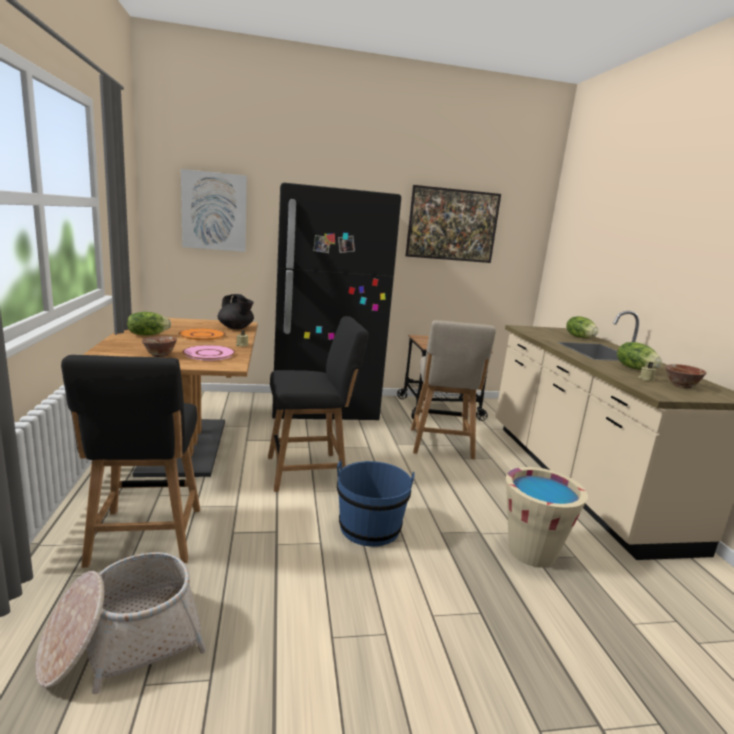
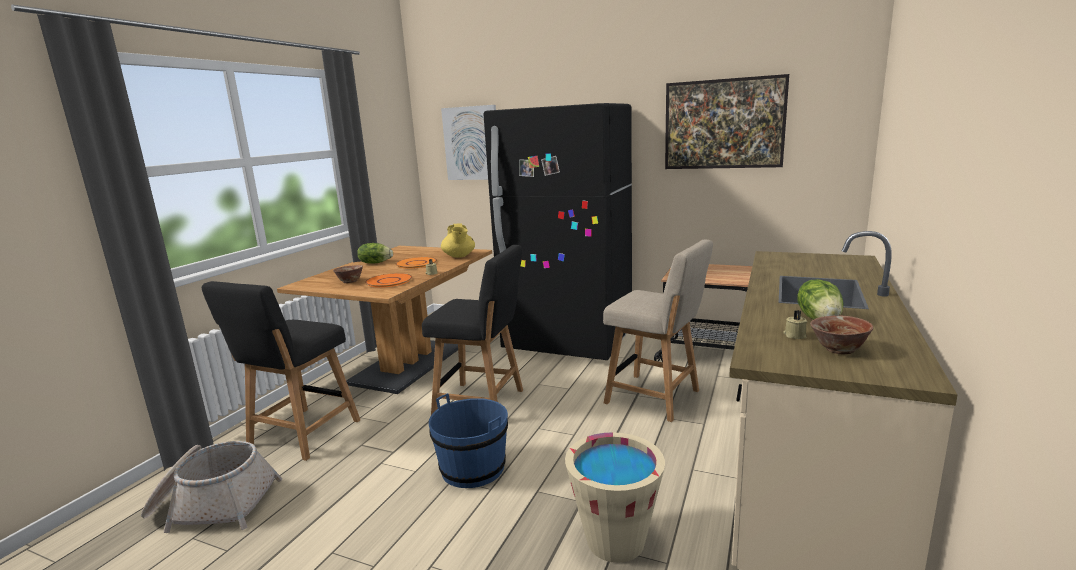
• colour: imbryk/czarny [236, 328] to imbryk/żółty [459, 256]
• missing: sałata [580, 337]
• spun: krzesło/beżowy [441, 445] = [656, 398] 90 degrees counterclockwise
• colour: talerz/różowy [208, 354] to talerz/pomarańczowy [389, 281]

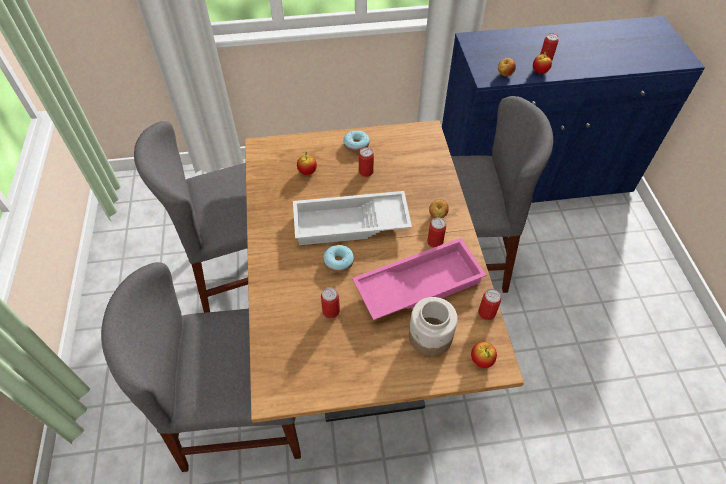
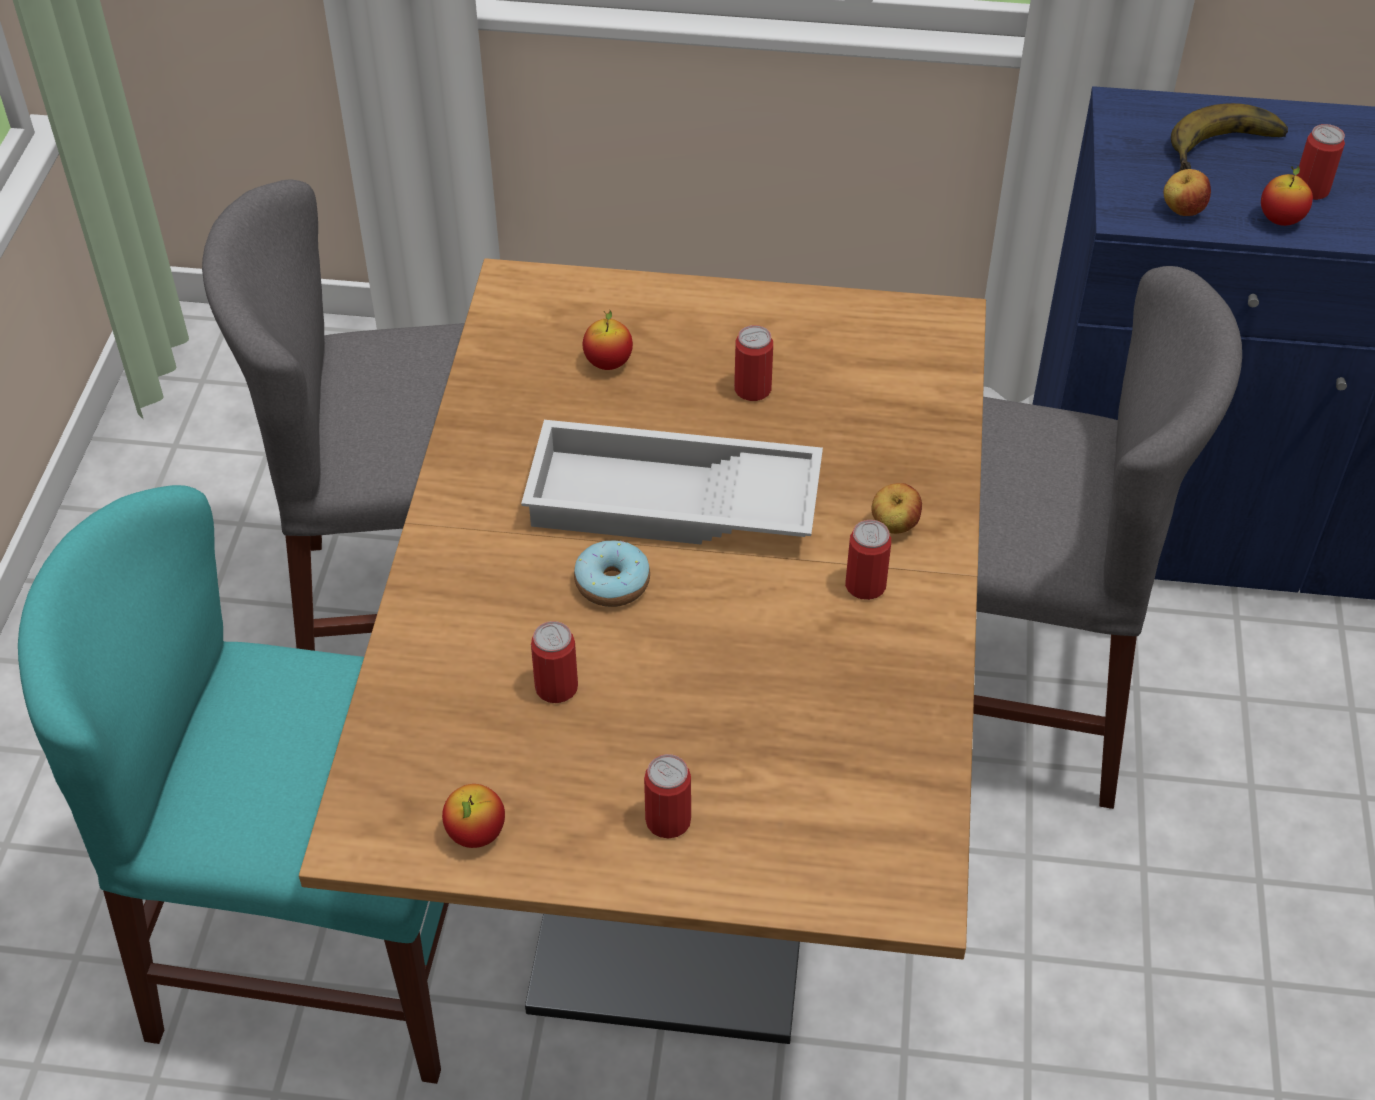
• missing: donut [356, 145]
• missing: taca/różowy [418, 283]
• colour: krzesło/szary [243, 415] to krzesło/turkusowy [327, 950]
• relocated: puszka [486, 312] to [668, 820]
• missing: słoik [430, 337]
• relocated: jabłko [481, 360] to [476, 834]
• appeared: banan [1229, 153]

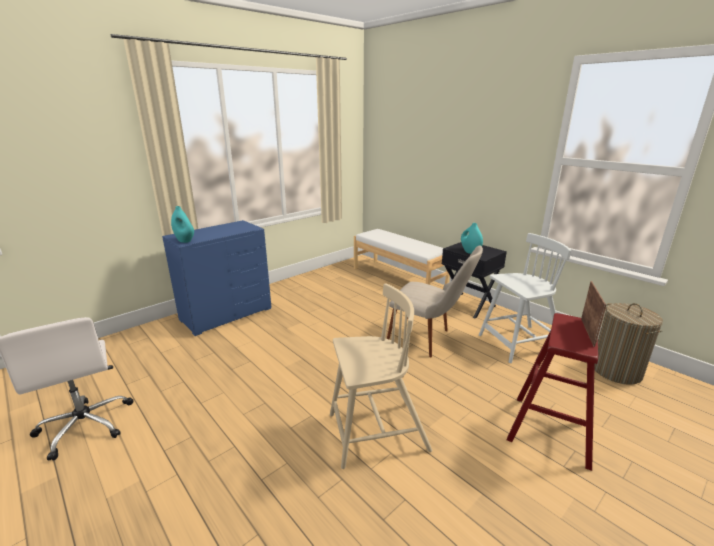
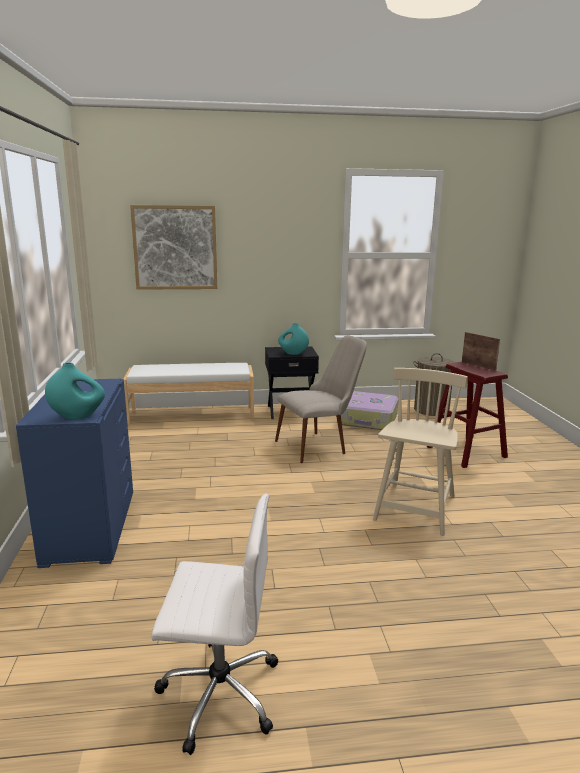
• exchanged: krzesło/biały [518, 343] to walizka [368, 419]
• appeared: obraz [175, 248]

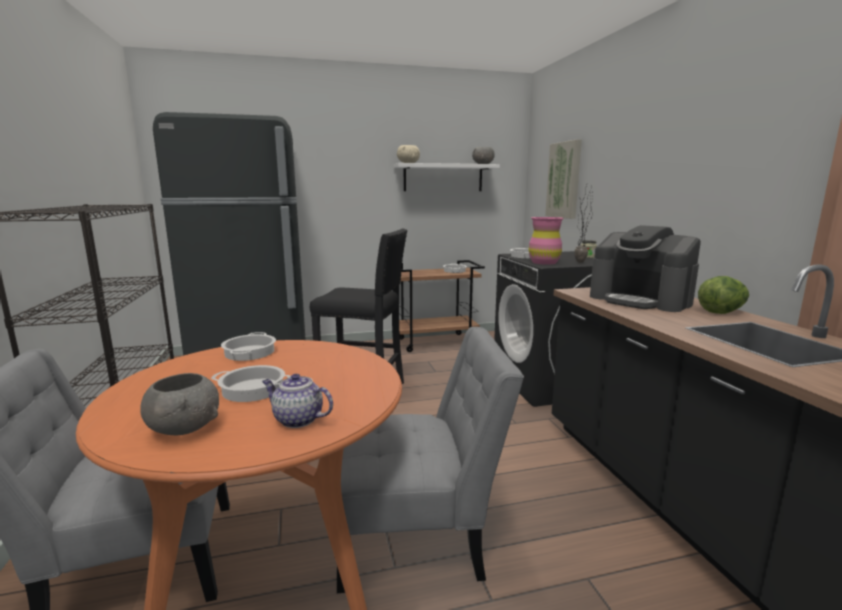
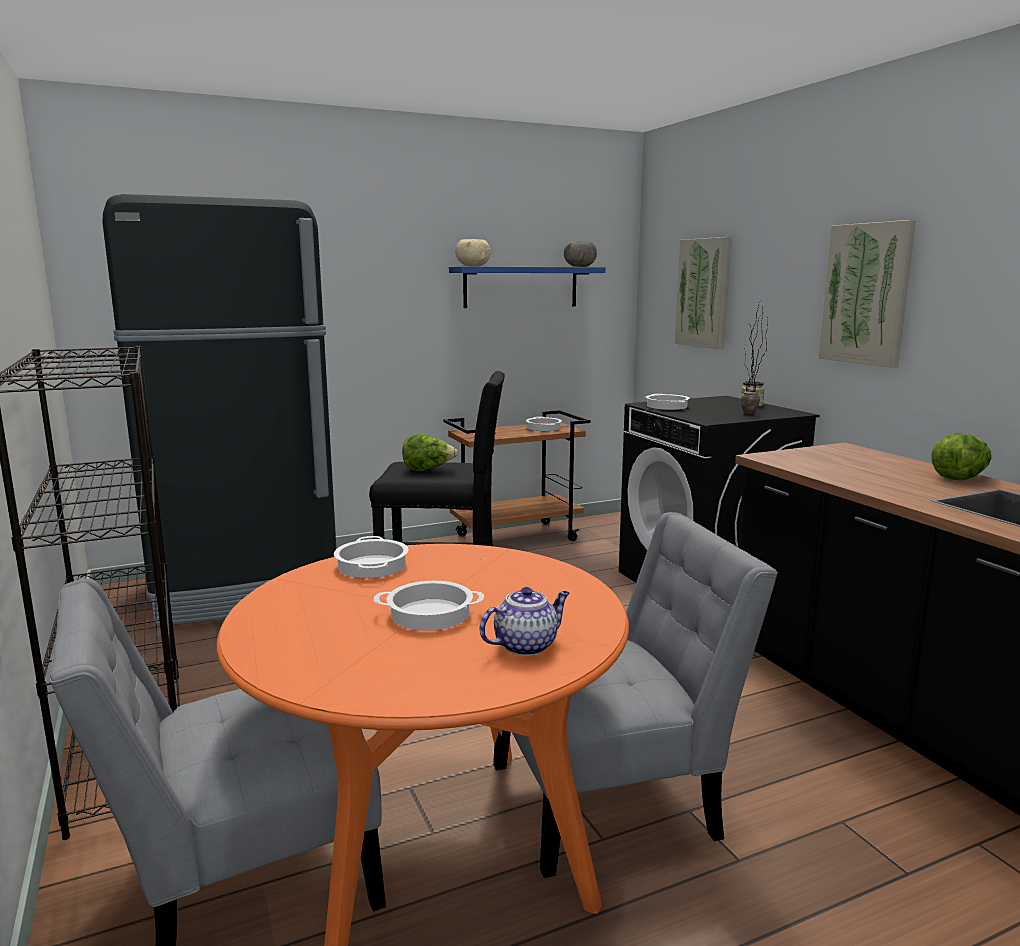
• colour: półka/biały [443, 178] to półka/niebieski [521, 287]
• missing: wazon/różowy [544, 262]
• missing: ekspres do kawy [640, 300]
• missing: miska/szary [184, 428]
• spun: imbryk [297, 419] = [526, 645] 135 degrees clockwise
• appeared: obraz [866, 294]
• appeared: sałata [428, 470]

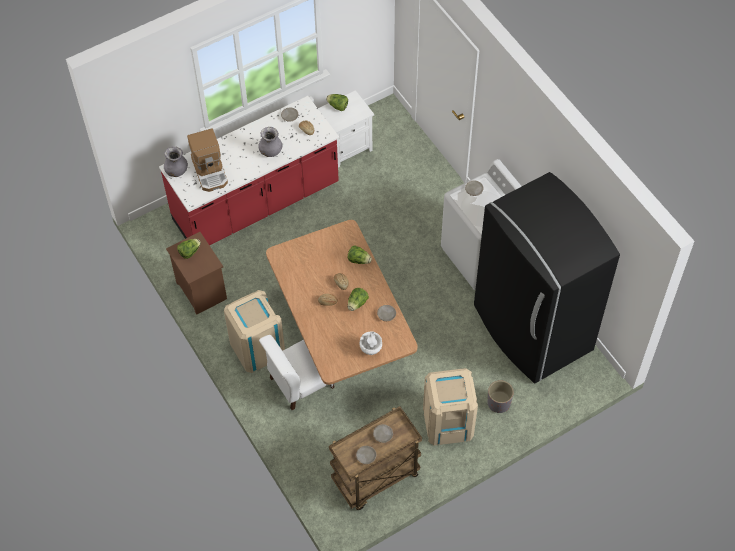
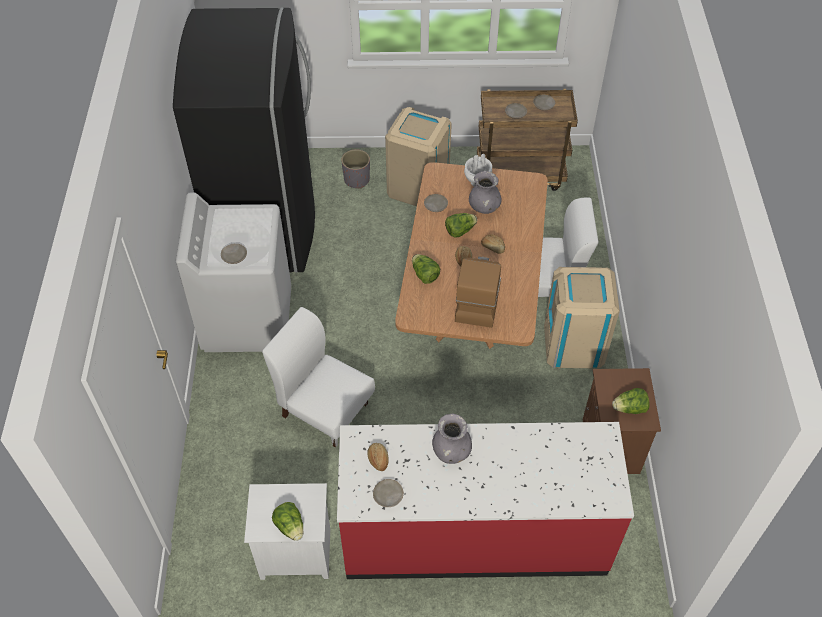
• relocated: ekspres do kawy [210, 171] to [477, 300]
• relocated: wazon/szary [176, 171] to [484, 207]
• appeared: krzesło/biały [324, 409]

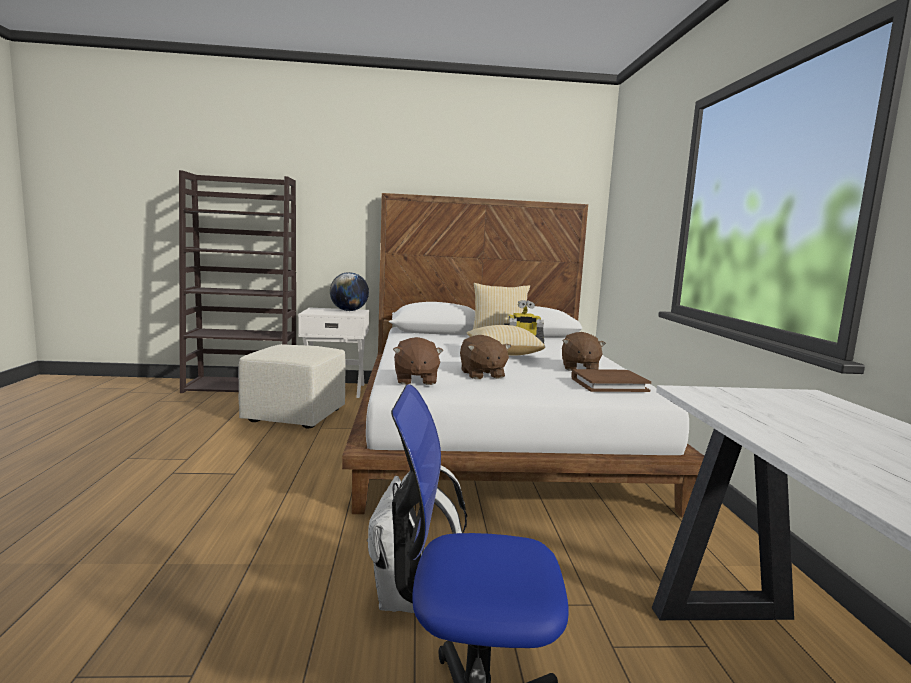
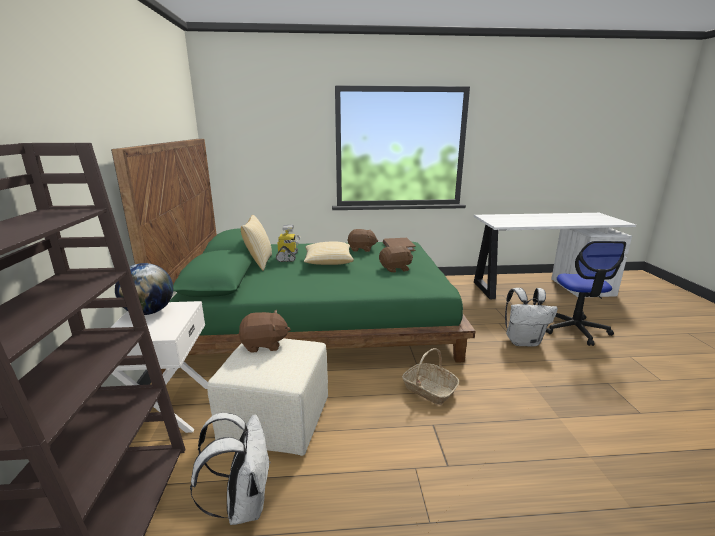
• colour: łóżko/biały [494, 433] to łóżko/zielony [320, 319]
• relocated: pluszak/brązowy [415, 380] to [264, 344]
• appeared: koszyk [429, 389]
• appeared: plecak/biały [243, 503]

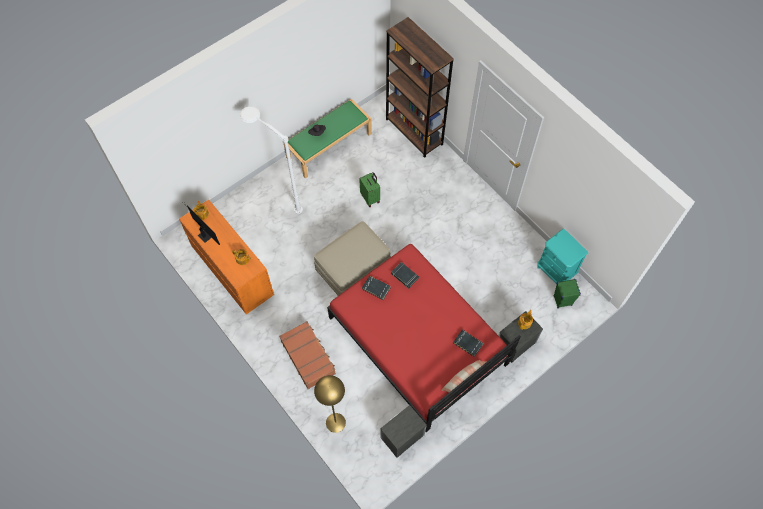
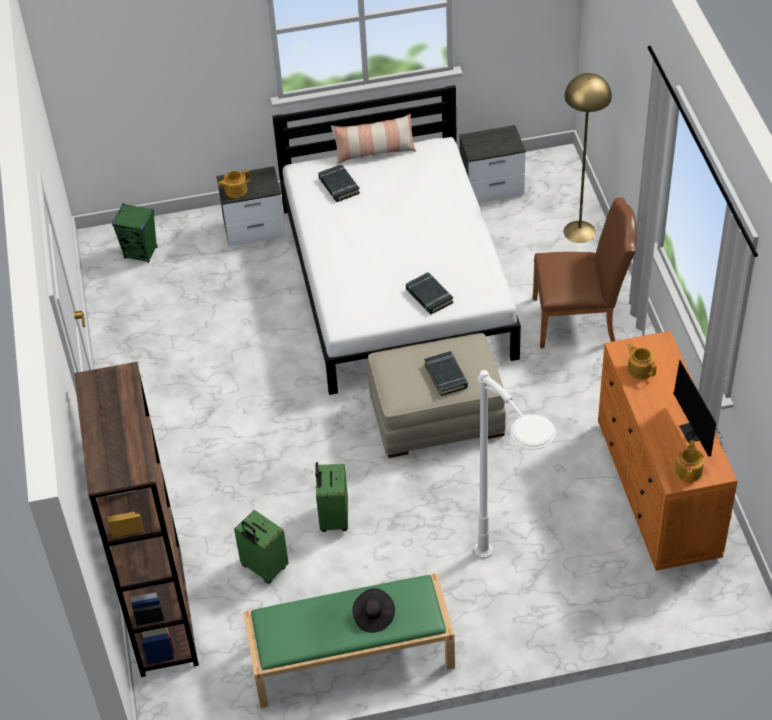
• missing: szafka nocna/turkusowy [556, 271]
• colour: łóżko/czerwony [417, 340] to łóżko/biały [396, 281]
• relocated: książka/czarny [404, 276] to [446, 376]
• exchanged: walizka/brązowy [308, 357] to krzesło/brązowy [580, 320]
• appeared: walizka/zielony [263, 568]

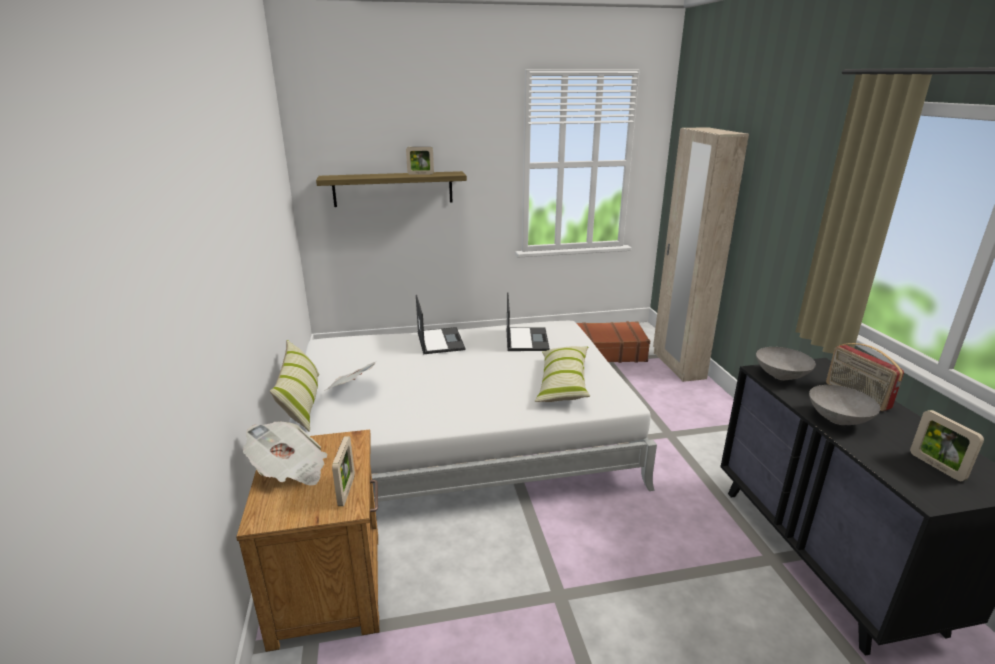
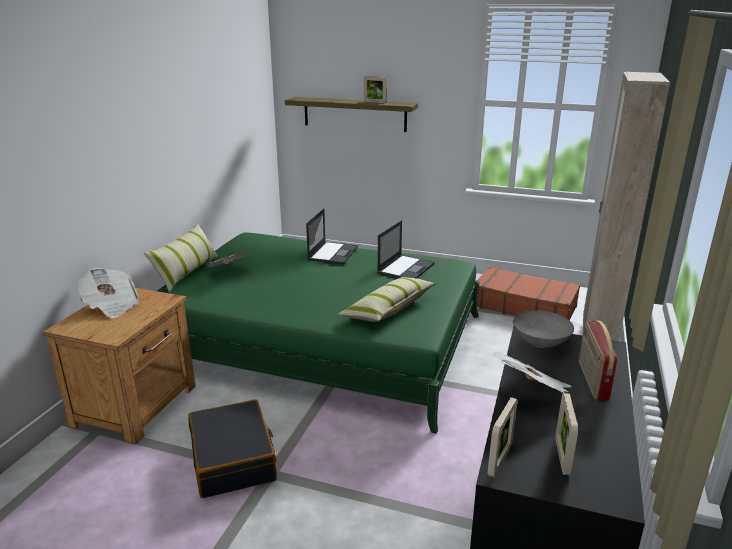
• colour: łóżko/biały [461, 437] to łóżko/zielony [322, 341]
• exchanged: miska/szary [838, 419] to gazeta [532, 391]
• relocated: ramka na zdjęcie [346, 491] to [500, 460]
• appeared: walizka/czarny [233, 459]

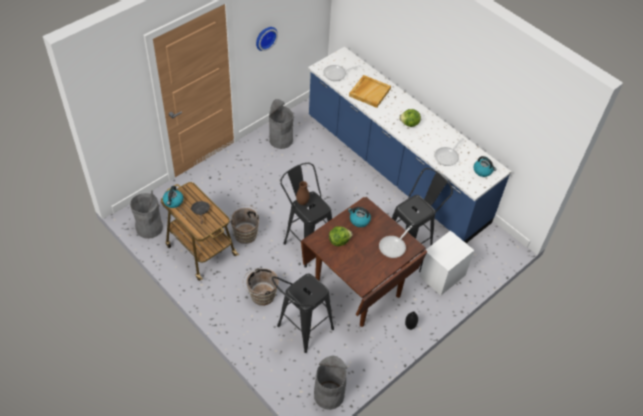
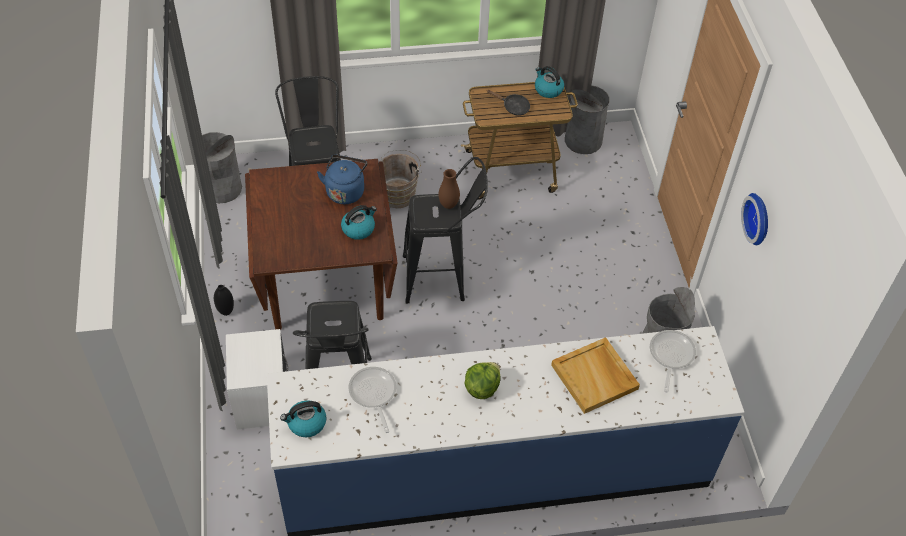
• missing: wiadro/brązowy [245, 233]
• missing: patelnia [394, 246]
• exchanged: sałata [339, 241] to czajnik/niebieski [345, 191]

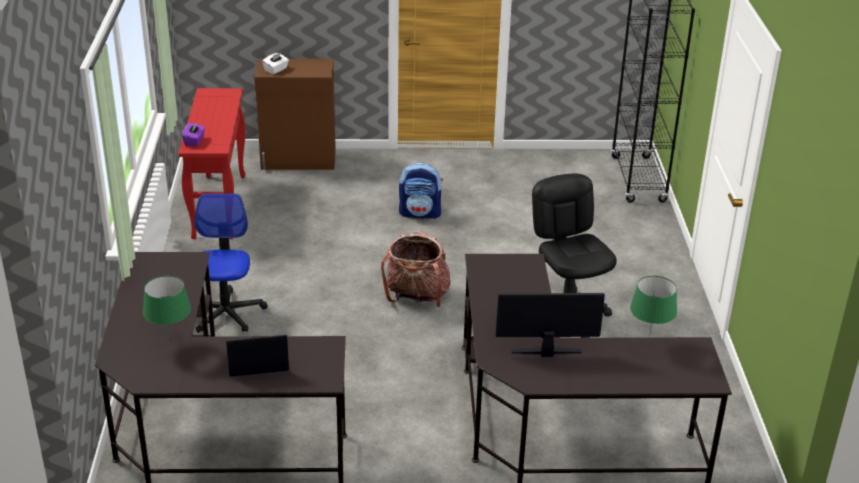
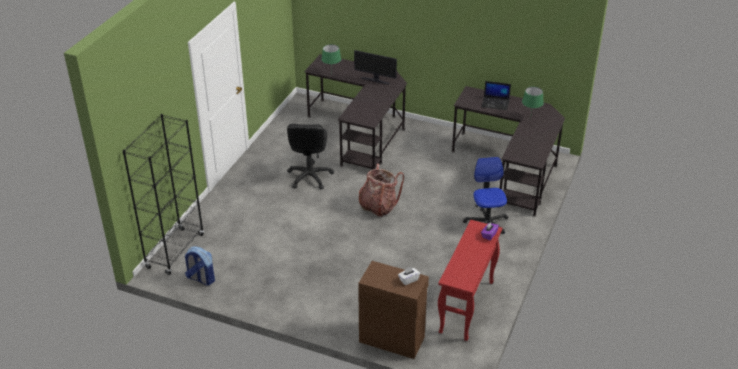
• relocated: plecak [420, 213] to [201, 279]
• spun: krzesło biurowe [226, 313] = [486, 223] 150 degrees clockwise

